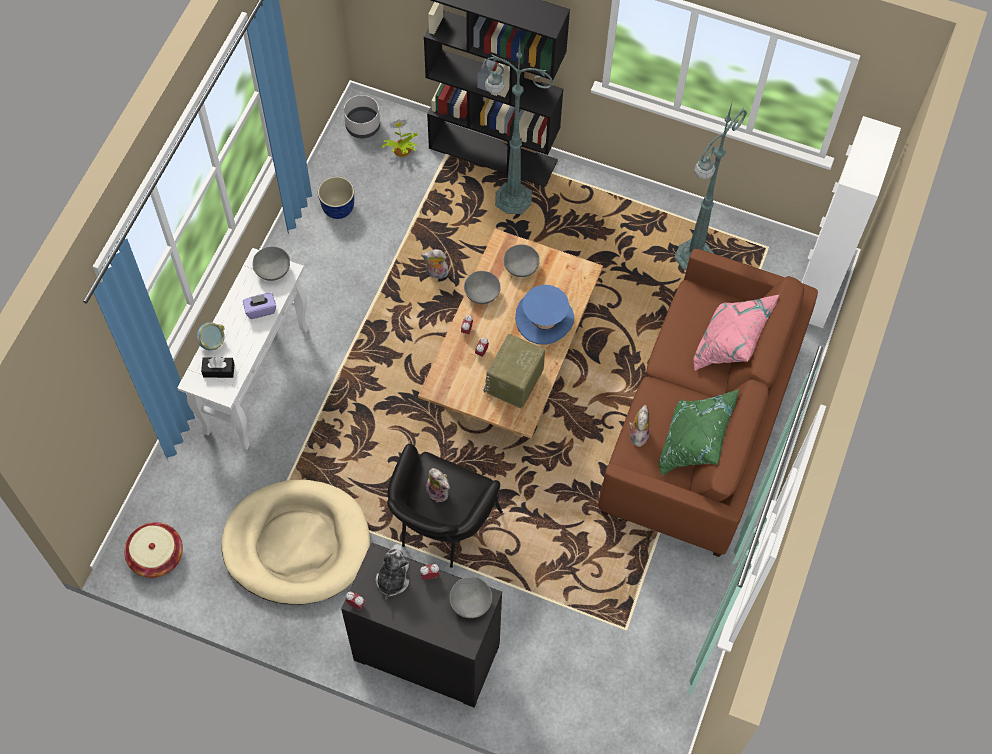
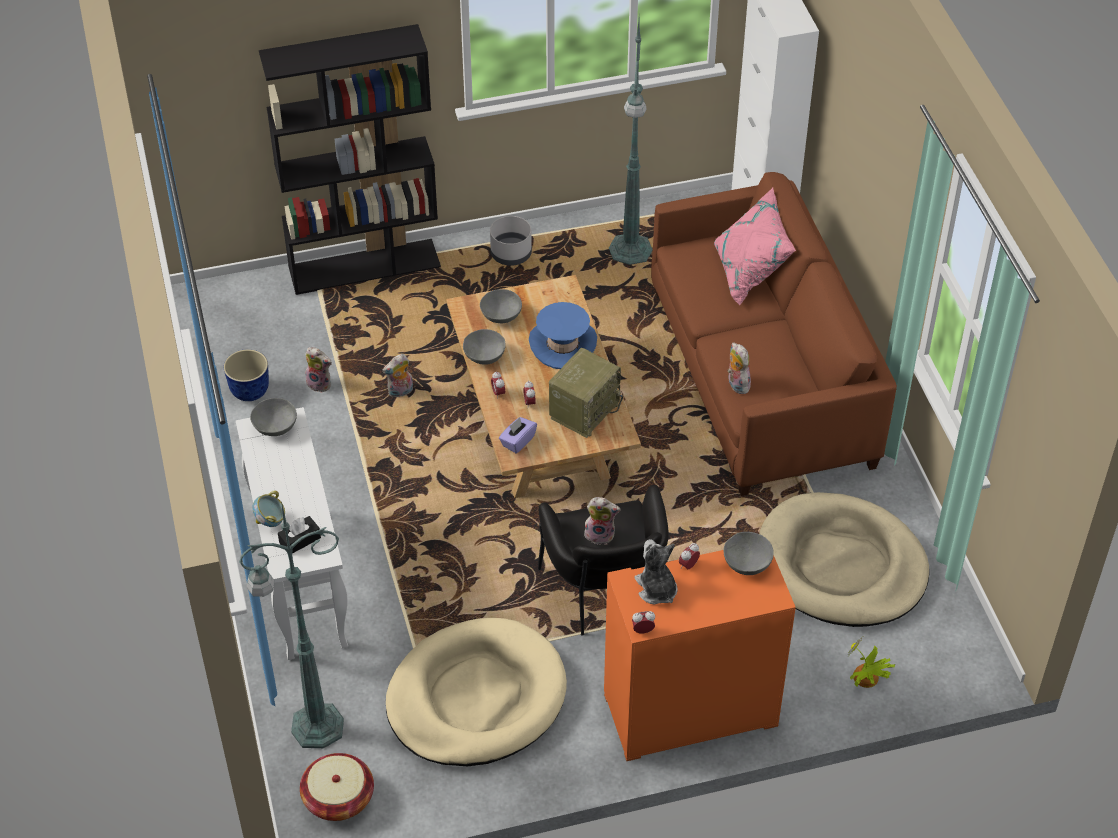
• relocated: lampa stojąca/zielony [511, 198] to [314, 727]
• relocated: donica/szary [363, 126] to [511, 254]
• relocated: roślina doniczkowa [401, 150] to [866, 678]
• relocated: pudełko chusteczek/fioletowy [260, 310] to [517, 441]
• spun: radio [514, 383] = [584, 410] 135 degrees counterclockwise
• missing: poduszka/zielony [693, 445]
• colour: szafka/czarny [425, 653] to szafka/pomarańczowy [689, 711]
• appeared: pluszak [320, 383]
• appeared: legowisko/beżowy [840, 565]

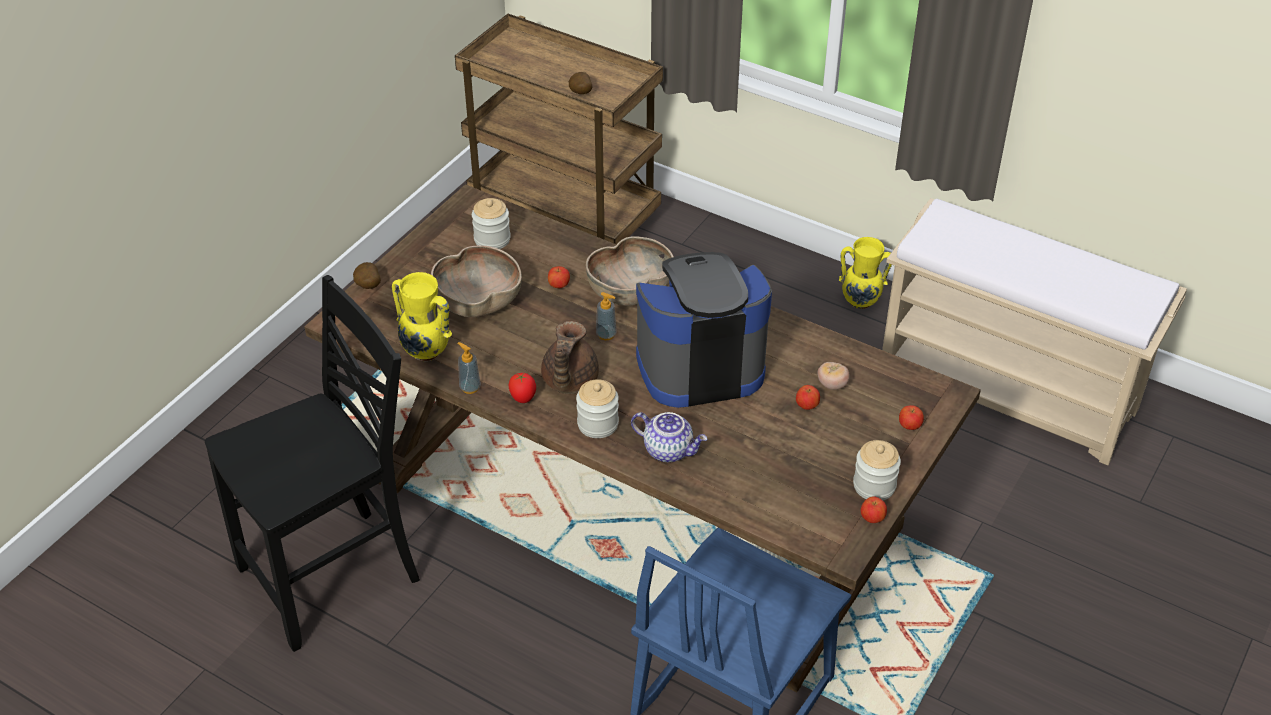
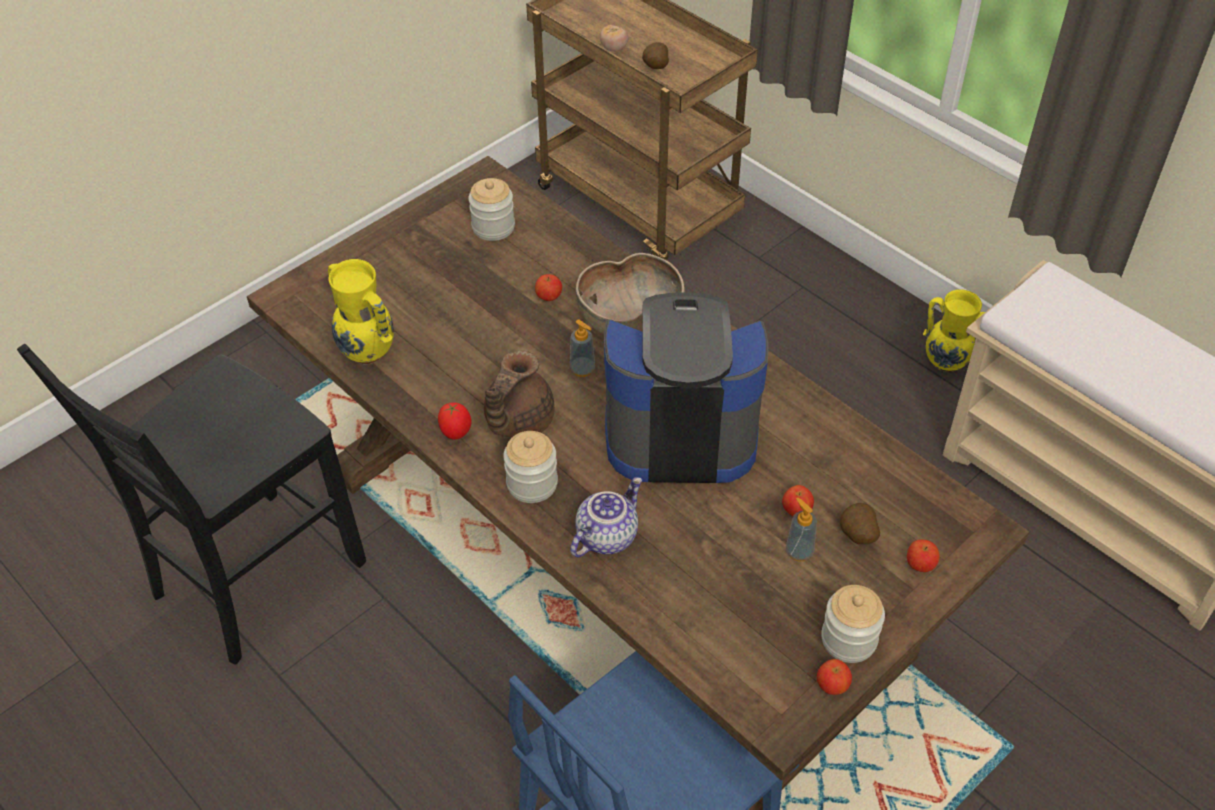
• missing: miska/brązowy [478, 302]
• relocated: ziemniak [368, 287] to [857, 536]
• spun: krzesło/czarny [334, 576] = [252, 579] 150 degrees clockwise
• relocated: dozownik mydła [470, 387] to [799, 551]
• relocated: pomidor [832, 385] to [614, 49]
• spun: imbryk [669, 450] = [606, 535] 90 degrees counterclockwise

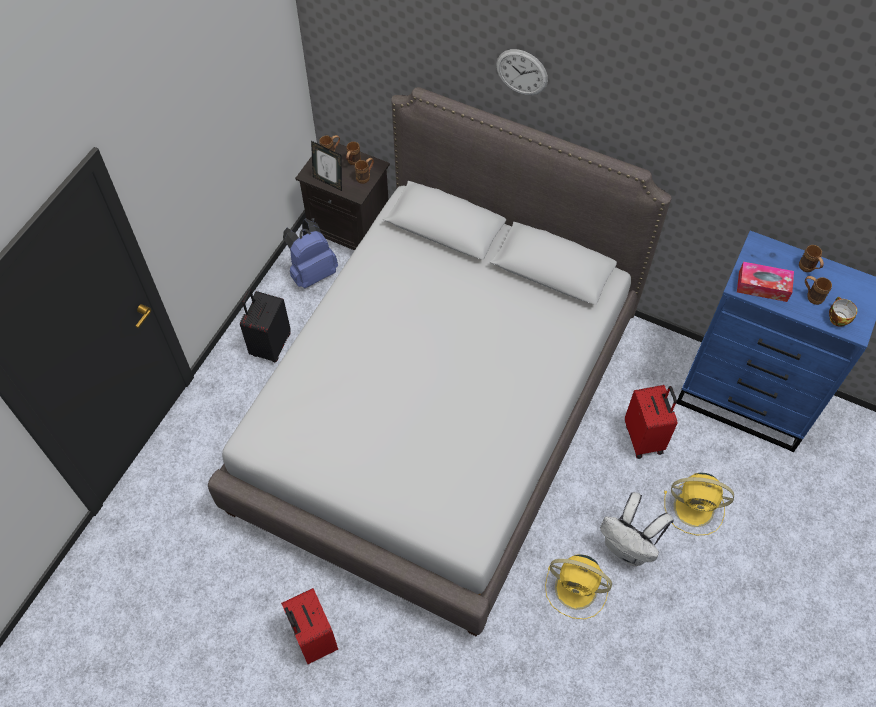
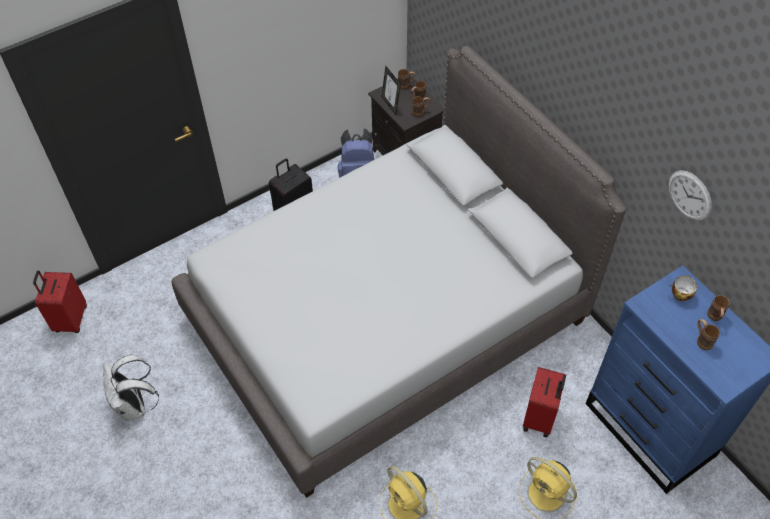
• relocated: zegar ścienny [522, 72] to [689, 195]
• missing: pudełko chusteczek [762, 286]
• relocated: filiżanka [837, 318] to [680, 293]
• relocated: plecak/biały [628, 547] to [135, 406]
• relocated: walizka/czerwony [313, 638] to [70, 319]

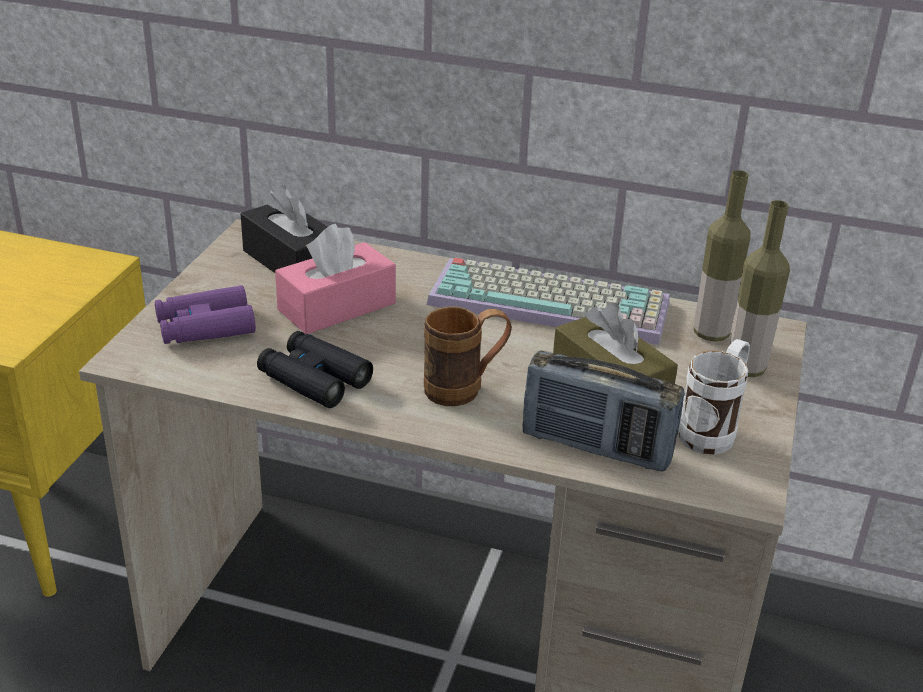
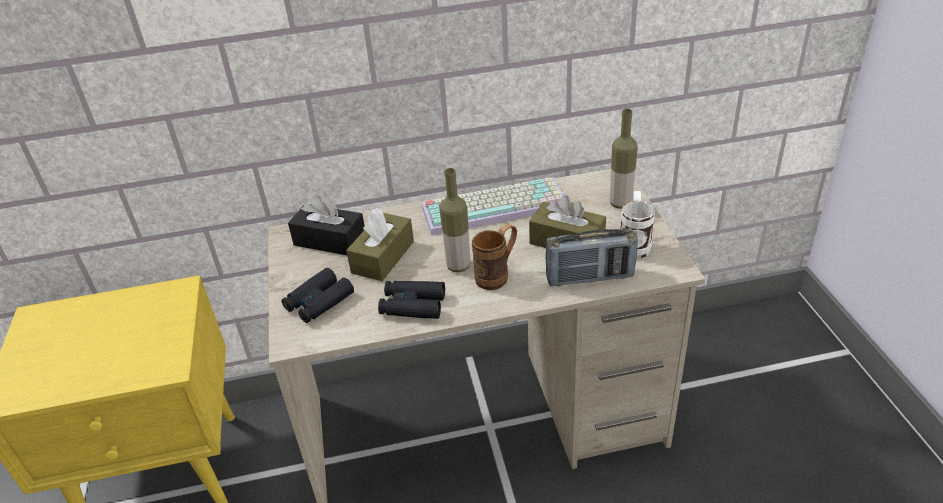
• relocated: butelka [711, 334] to [458, 266]
• colour: pudełko chusteczek/różowy [337, 307] to pudełko chusteczek/brązowy [383, 257]
• colour: lornetka/fioletowy [205, 327] to lornetka/czarny [319, 302]

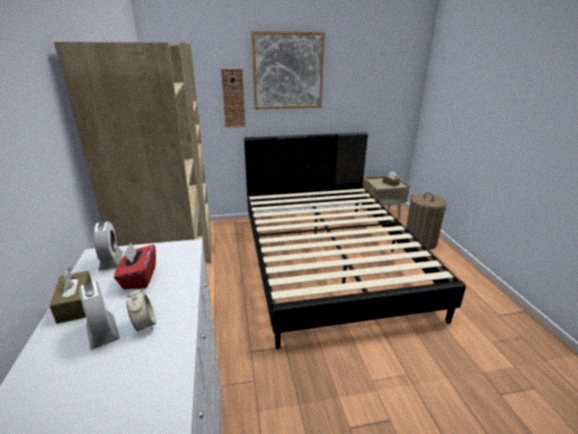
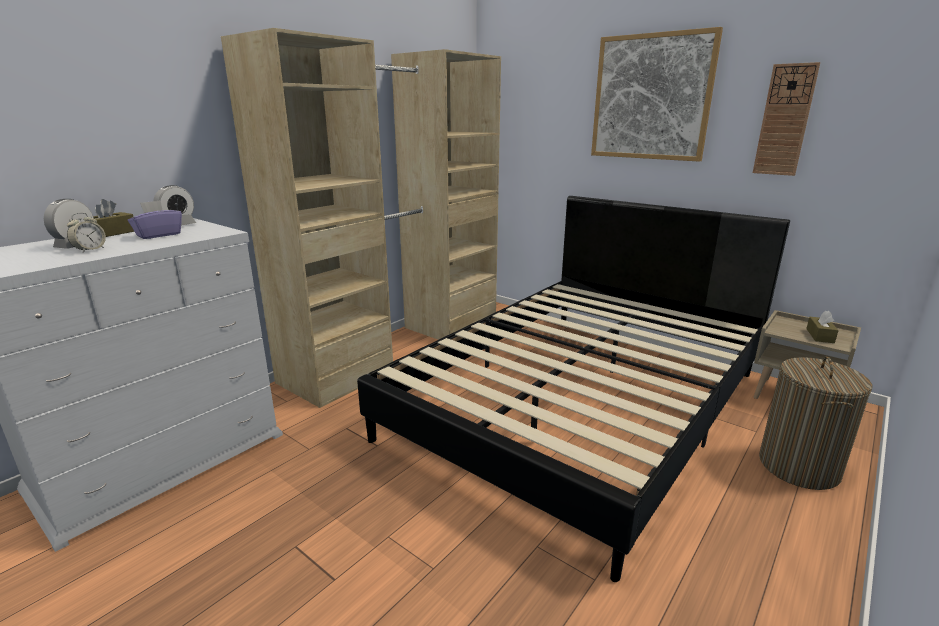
• relocated: zegar ścienny [233, 98] to [784, 120]
• colour: pudełko chusteczek/czerwony [139, 278] to pudełko chusteczek/fioletowy [158, 235]

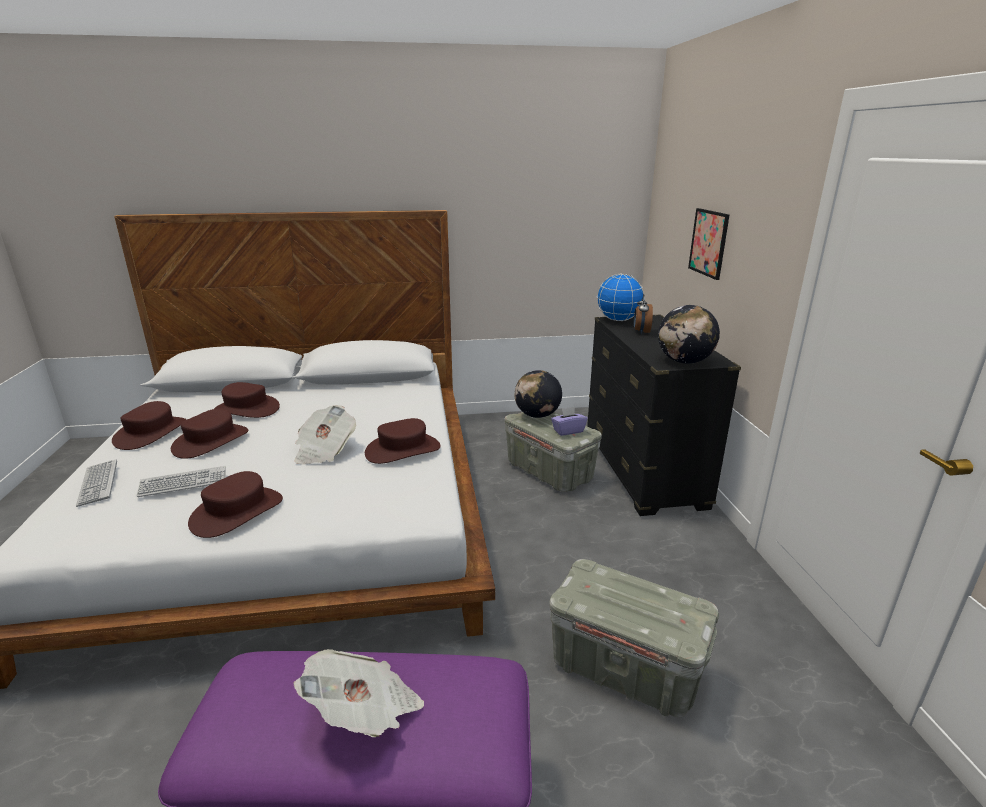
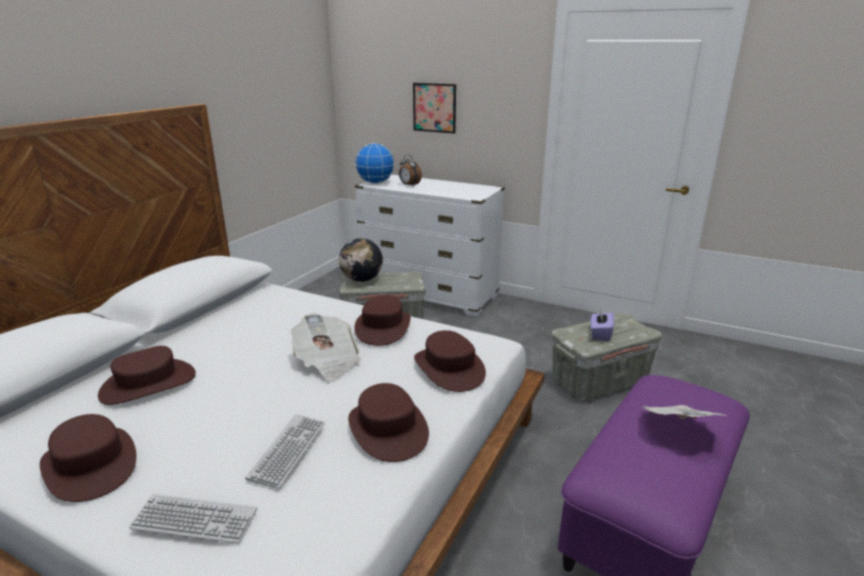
• missing: globus [684, 361]
• colour: komoda/czarny [643, 470] to komoda/biały [429, 294]
• relocated: pudełko chusteczek/fioletowy [568, 431] to [600, 334]
• relocated: kapelusz/brązowy [211, 441] to [449, 368]

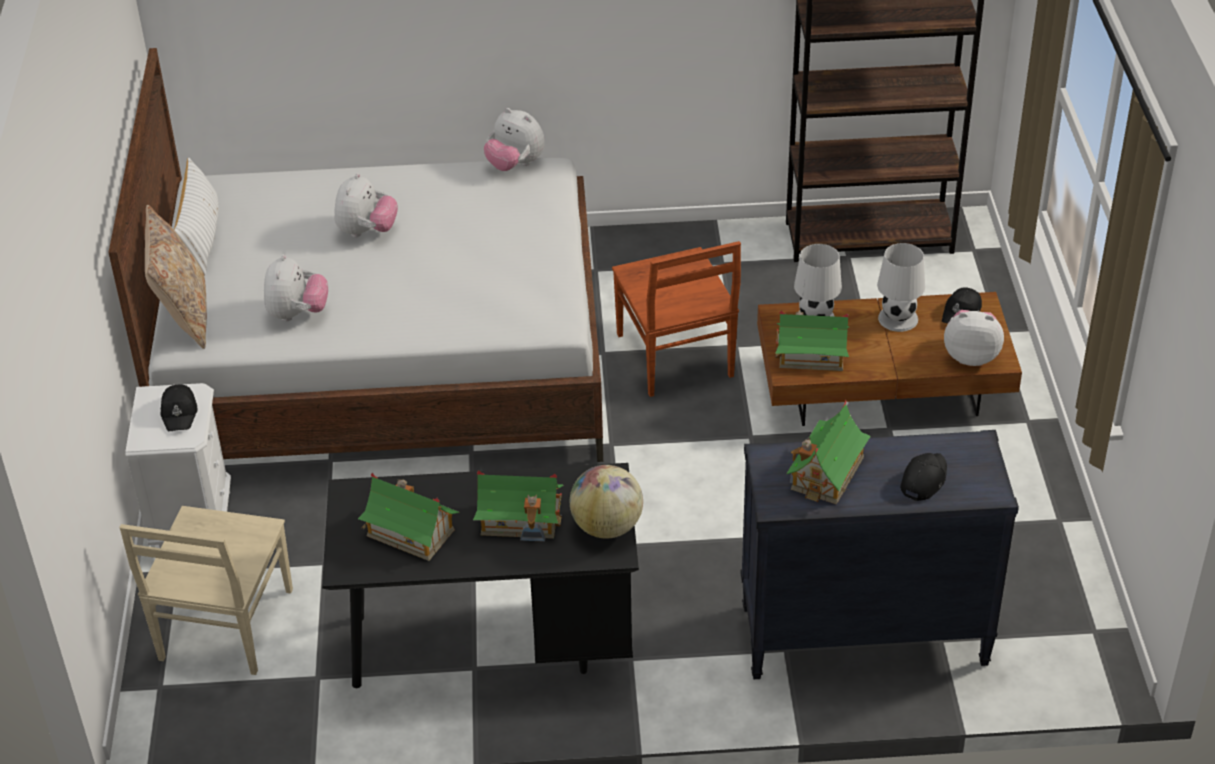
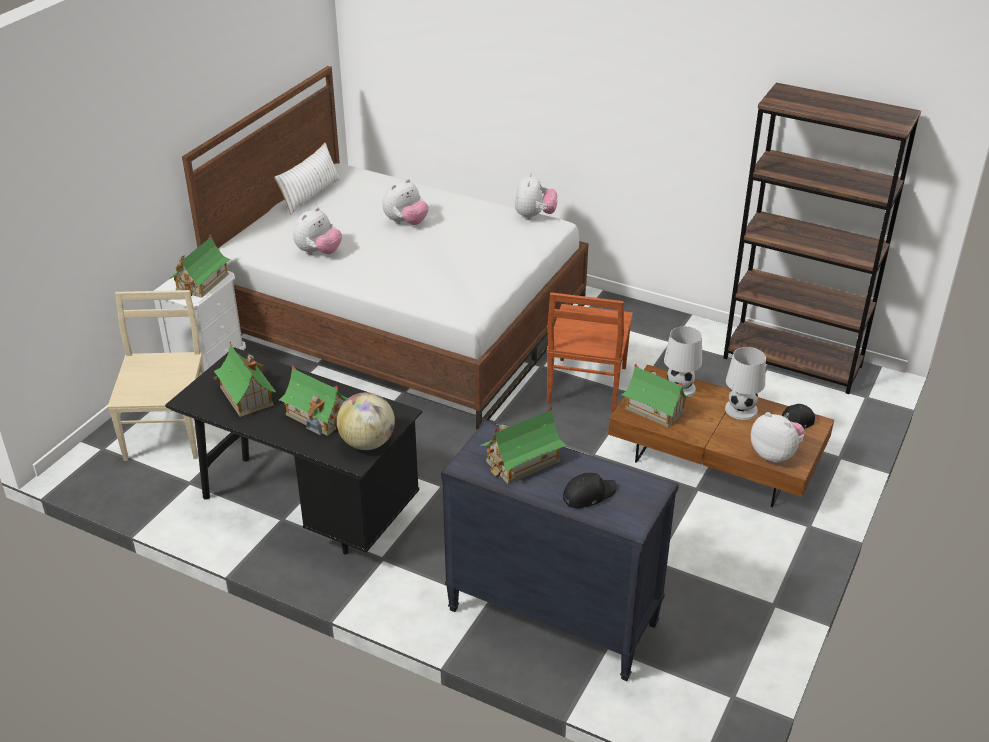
• spun: pluszak [515, 165] = [534, 216] 150 degrees counterclockwise
• missing: poduszka/beżowy [184, 316]
• exchanged: czapka z daszkiem/czarny [180, 412] to domek [202, 282]
• spun: krzesło/beżowy [224, 627] = [168, 431] 135 degrees clockwise

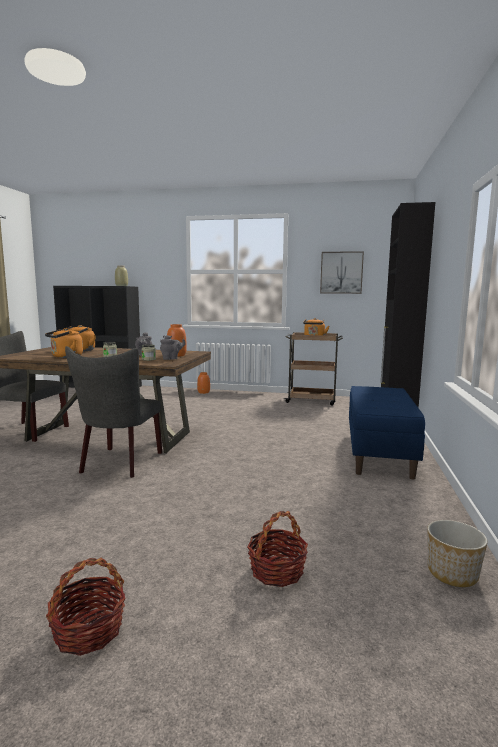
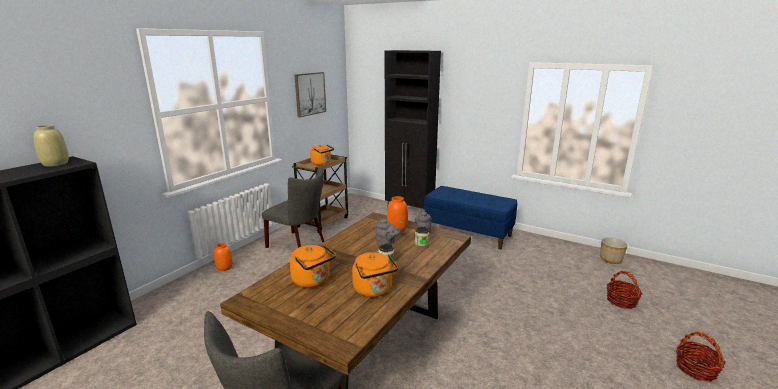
• relocated: krzesło/szary [119, 464] to [299, 245]

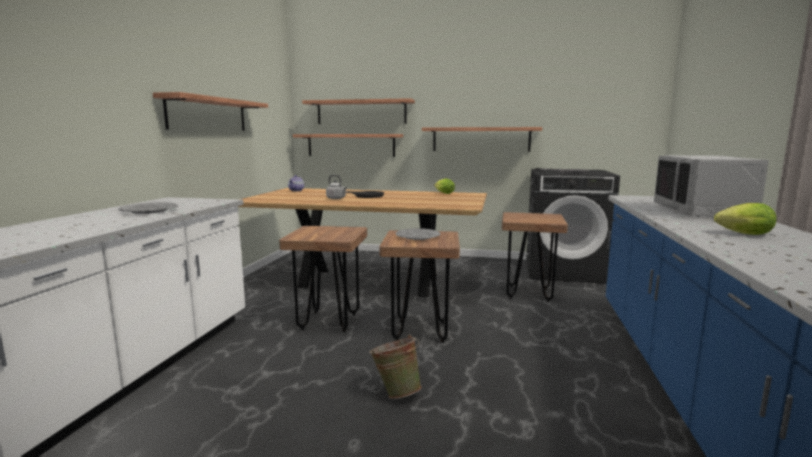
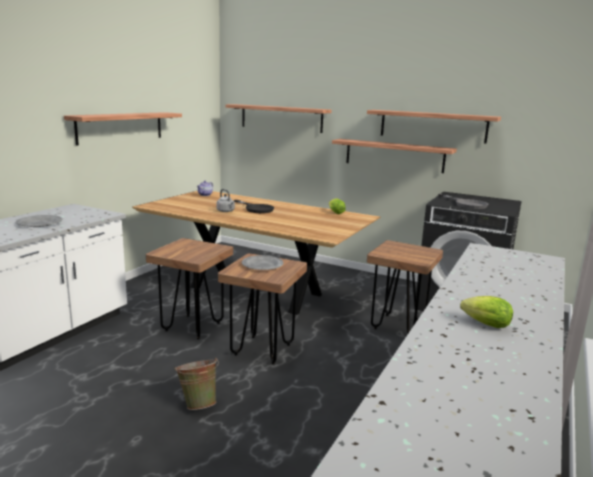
• relocated: półka [351, 145] to [432, 126]
• missing: mikrofalówka/szary [703, 212]

